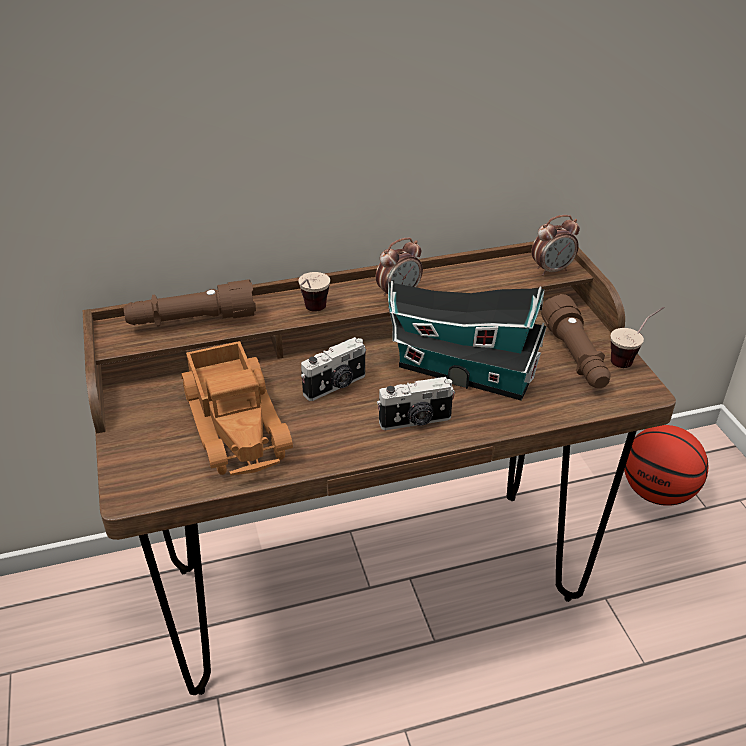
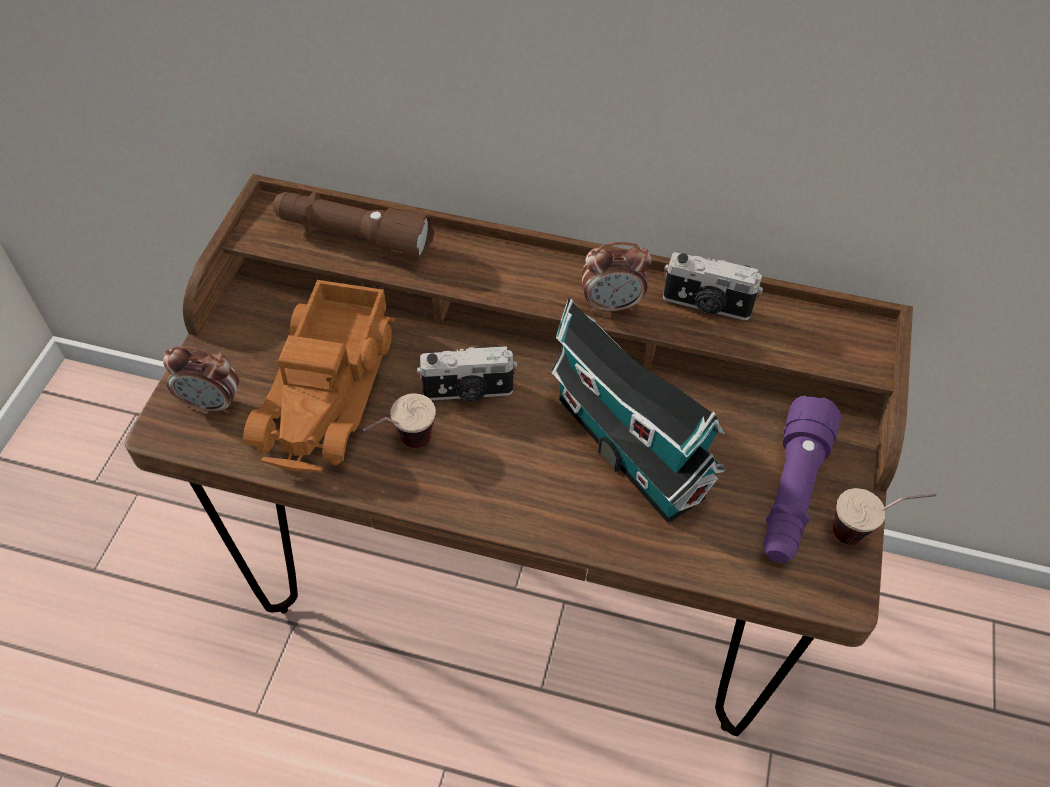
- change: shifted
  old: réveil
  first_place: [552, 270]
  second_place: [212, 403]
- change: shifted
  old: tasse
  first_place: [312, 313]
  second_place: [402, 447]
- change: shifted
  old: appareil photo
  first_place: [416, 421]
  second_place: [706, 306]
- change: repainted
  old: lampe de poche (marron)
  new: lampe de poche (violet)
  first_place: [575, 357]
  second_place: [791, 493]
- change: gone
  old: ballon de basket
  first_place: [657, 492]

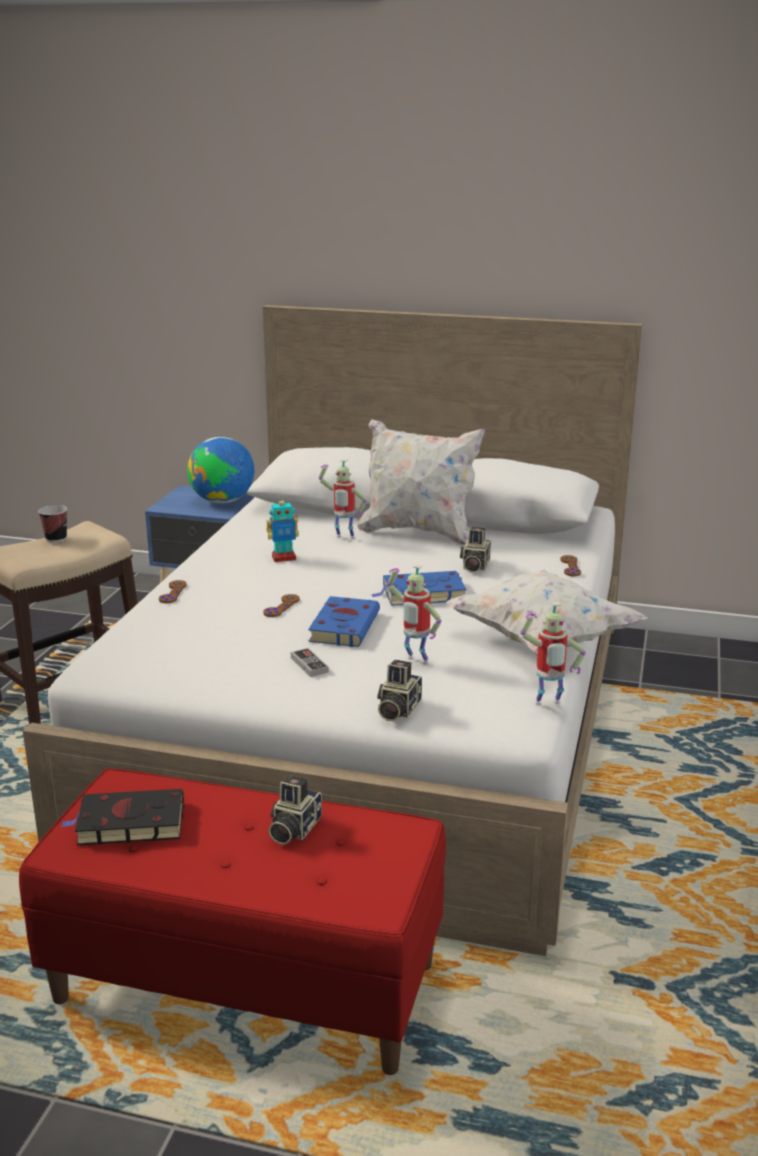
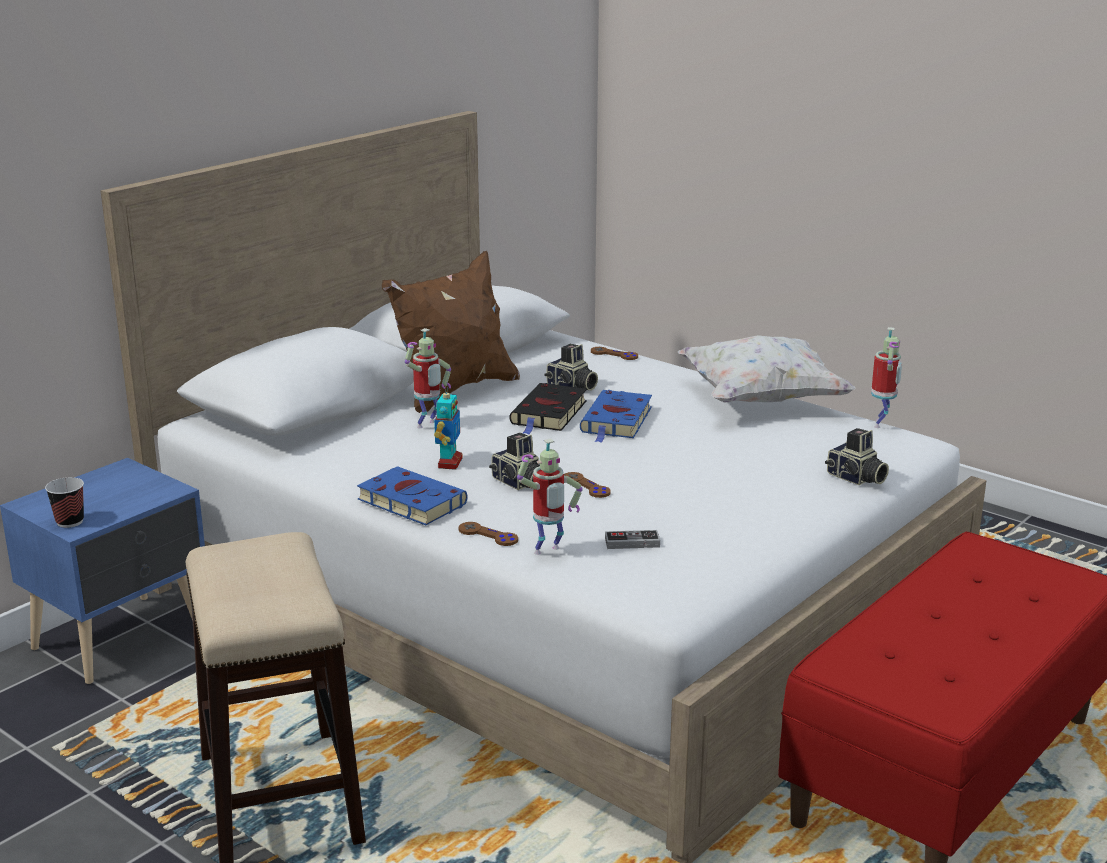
- change: shifted
  old: tasse
  first_place: [56, 539]
  second_place: [70, 522]
- change: shifted
  old: livre (bleu)
  first_place: [344, 626]
  second_place: [409, 501]
- change: repainted
  old: coussin (blanc)
  new: coussin (marron)
  first_place: [418, 532]
  second_place: [454, 391]
- change: shifted
  old: appareil photo
  first_place: [293, 829]
  second_place: [519, 483]
- change: shifted
  old: livre (noir)
  first_place: [127, 823]
  second_place: [548, 414]
- change: shifted
  old: robot jouet
  first_place: [415, 662]
  second_place: [548, 552]
- change: shifted
  old: manette
  first_place: [309, 665]
  second_place: [632, 542]
- change: gone
  old: globe
  first_place: [223, 501]

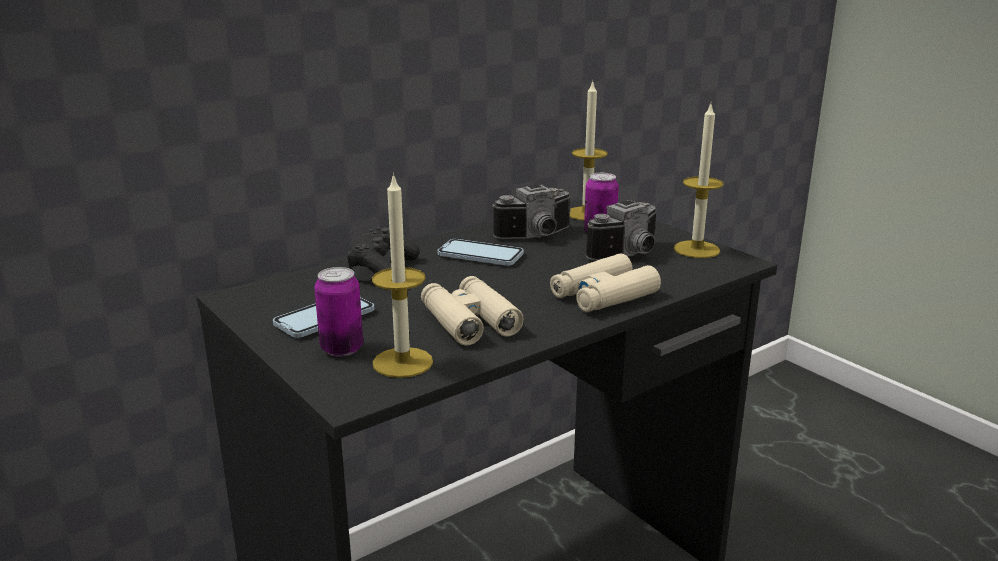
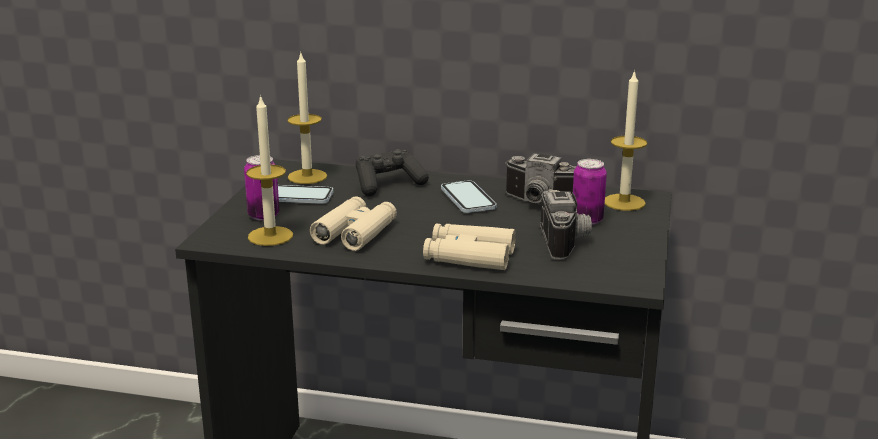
- change: shifted
  old: bougie
  first_place: [696, 249]
  second_place: [307, 176]
- change: rotated
  old: appareil photo
  first_place: [630, 255]
  second_place: [566, 242]
  degrees: -105

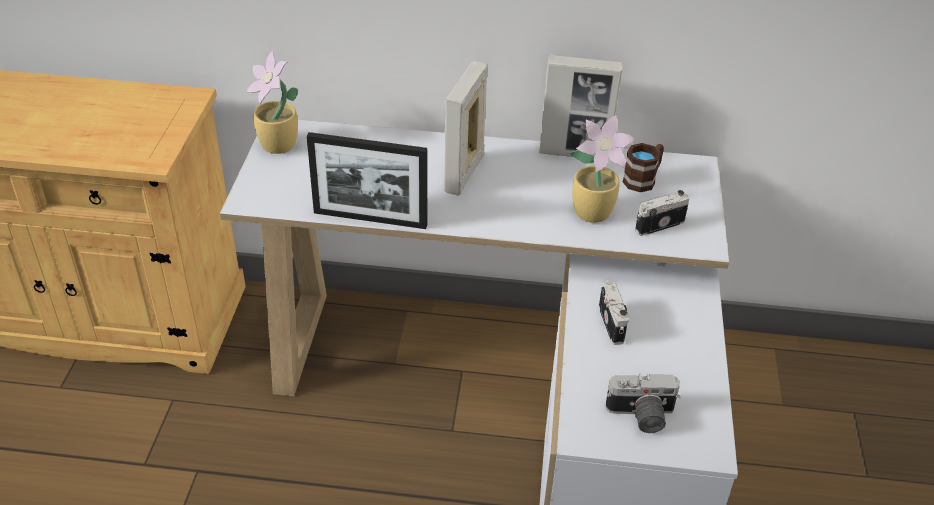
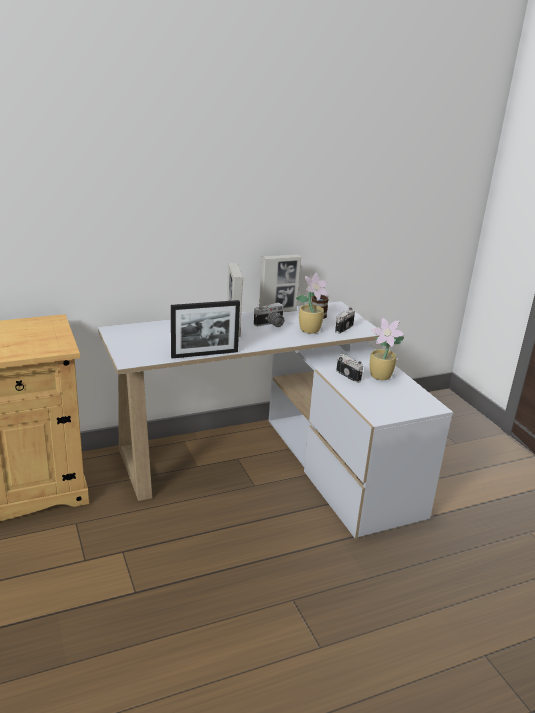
- change: shifted
  old: appareil photo
  first_place: [641, 416]
  second_place: [270, 325]
- change: shifted
  old: plante en pot
  first_place: [278, 146]
  second_place: [381, 376]

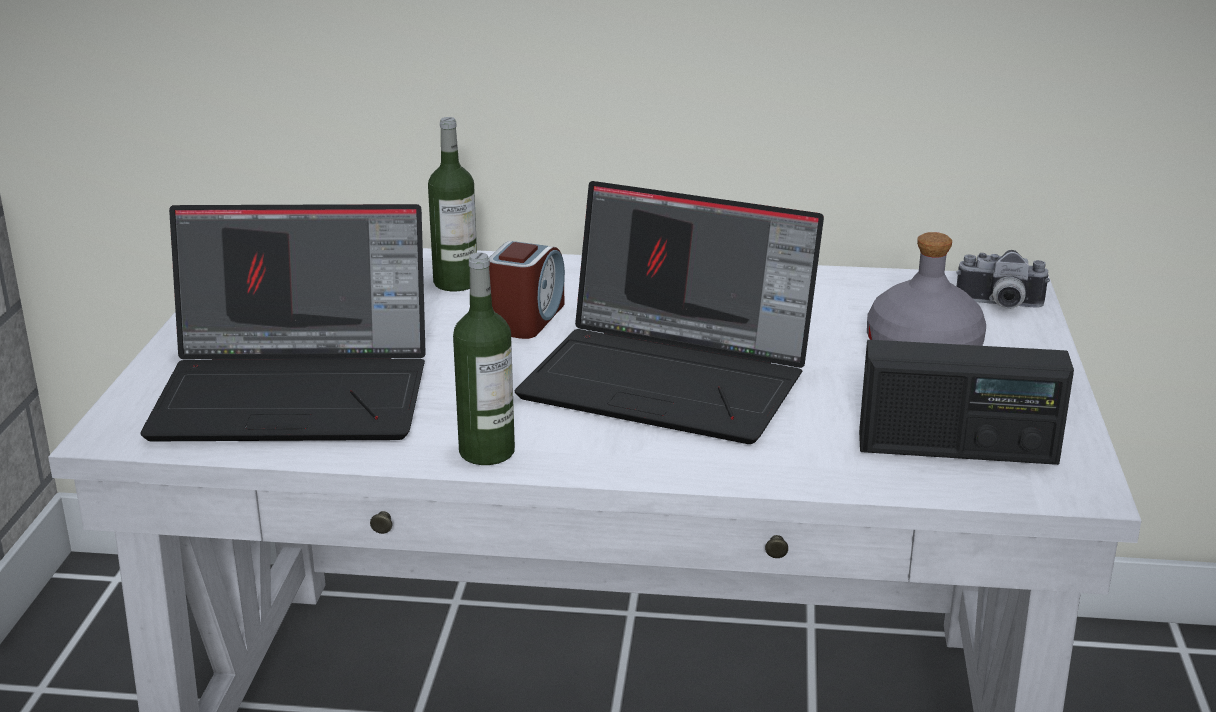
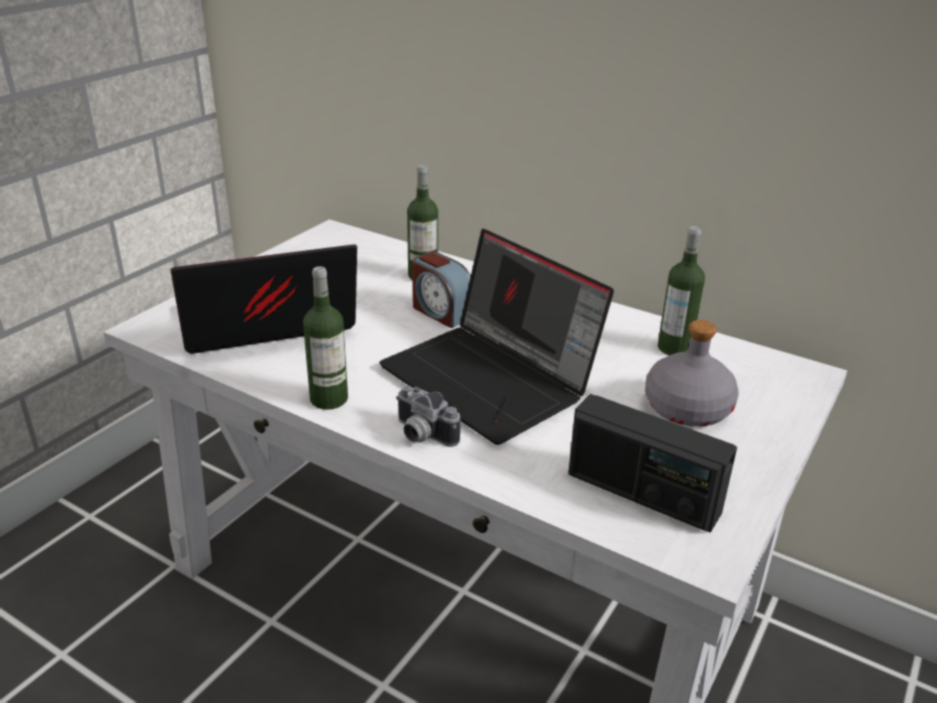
- change: rotated
  old: ordinateur portable
  first_place: [298, 392]
  second_place: [264, 327]
  degrees: 135
- change: shifted
  old: appareil photo
  first_place: [999, 305]
  second_place: [421, 435]
- change: rotated
  old: réveil
  first_place: [527, 319]
  second_place: [441, 312]
  degrees: 90
- change: new
  new: bouteille
  second_place: [674, 348]

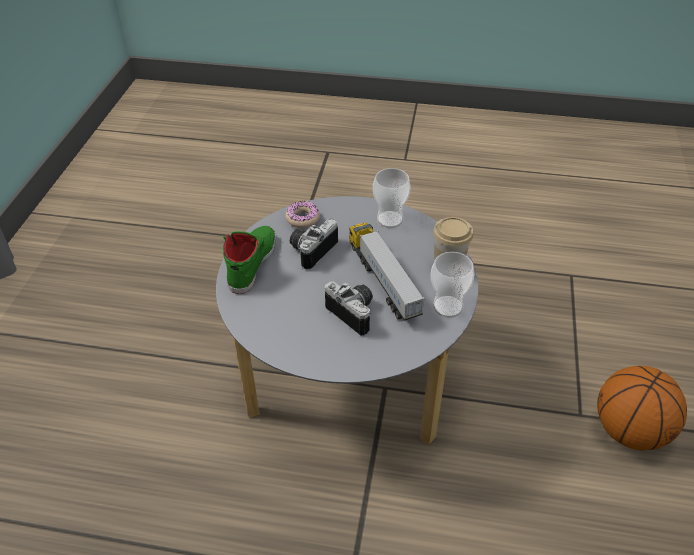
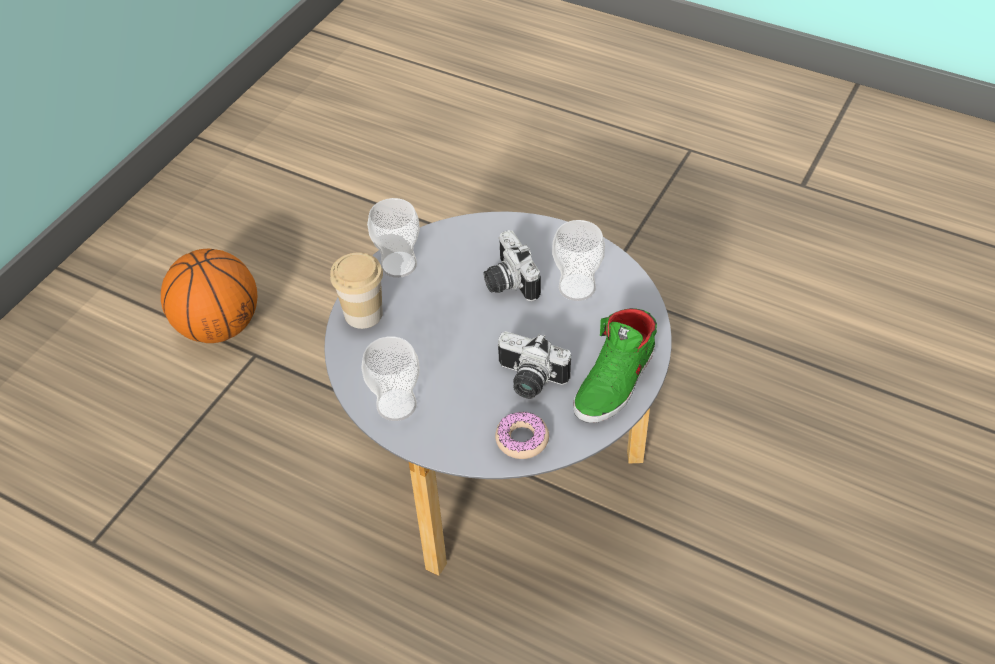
- change: rotated
  old: appareil photo
  first_place: [311, 250]
  second_place: [529, 381]
  degrees: 60
- change: new
  new: tasse
  second_place: [577, 287]
- change: gone
  old: camion jouet
  first_place: [383, 280]

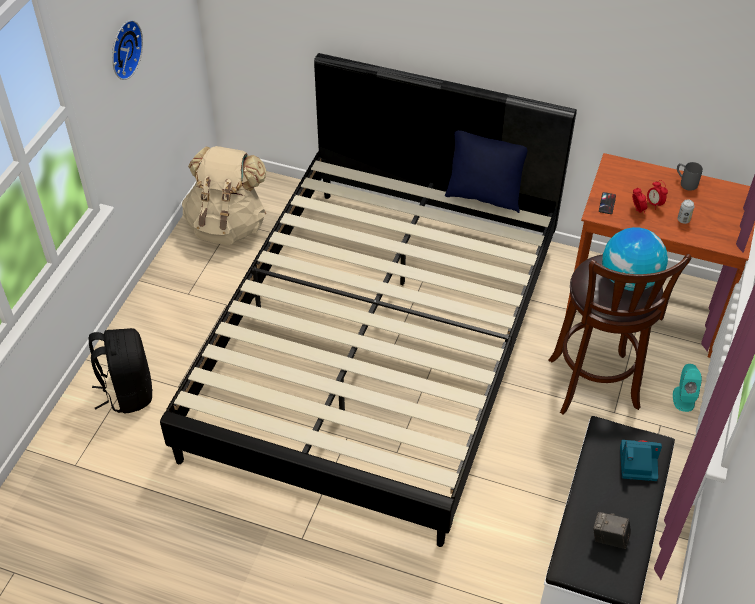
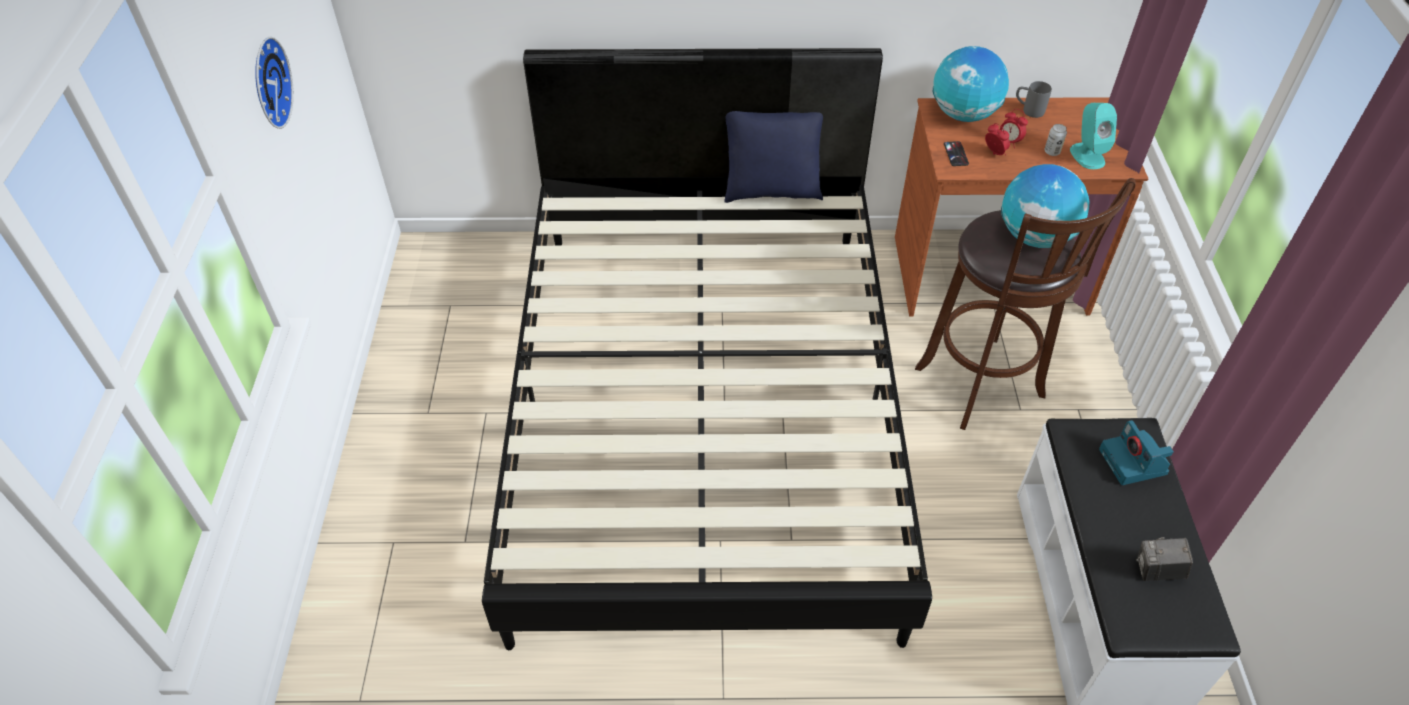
- change: new
  new: globe
  second_place: [963, 114]
- change: shifted
  old: enceinte (turquoise)
  first_place: [683, 398]
  second_place: [1087, 155]
- change: rotated
  old: appareil photo
  first_place: [637, 463]
  second_place: [1134, 462]
  degrees: -90
- change: gone
  old: sac à dos (noir)
  first_place: [128, 391]
- change: gone
  old: sac à dos (beige)
  first_place: [227, 225]

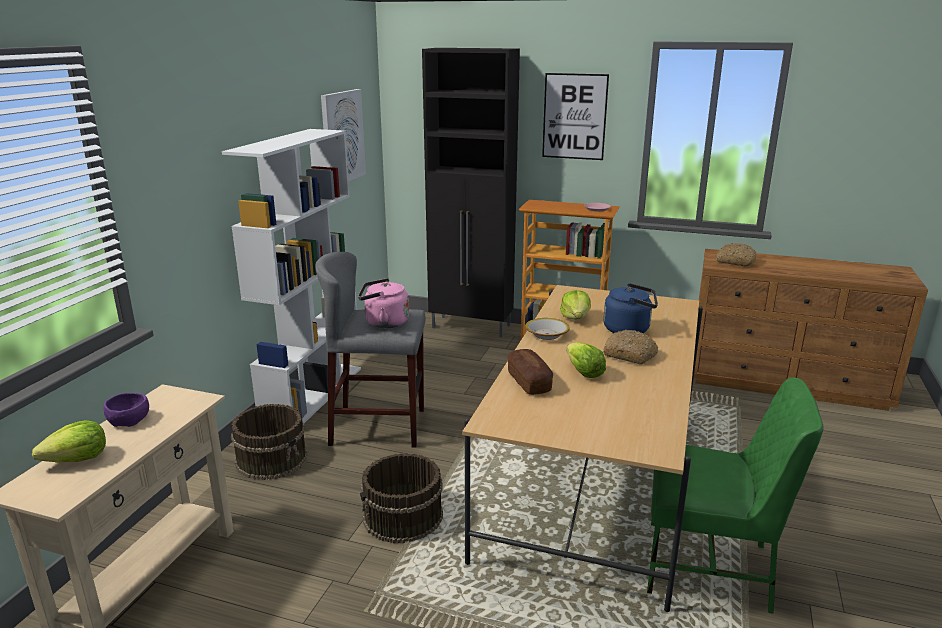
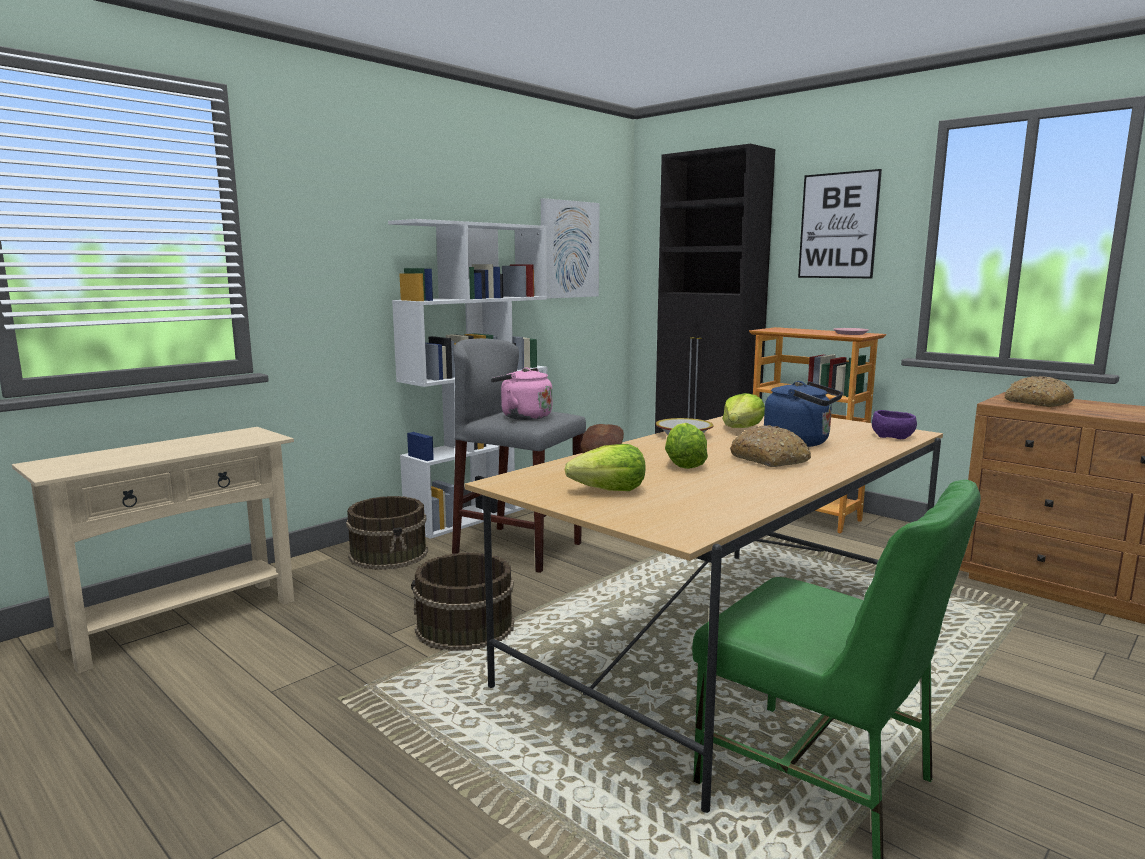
- change: shifted
  old: laitue
  first_place: [77, 459]
  second_place: [609, 490]
- change: shifted
  old: bol (violet)
  first_place: [130, 420]
  second_place: [893, 436]

